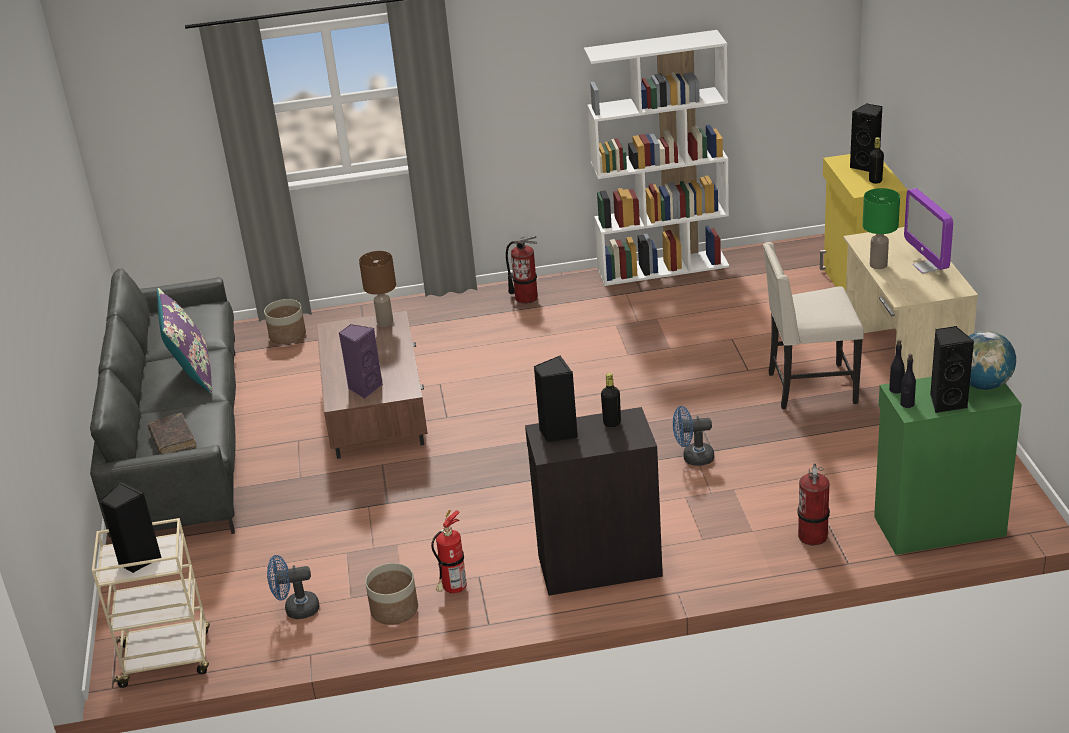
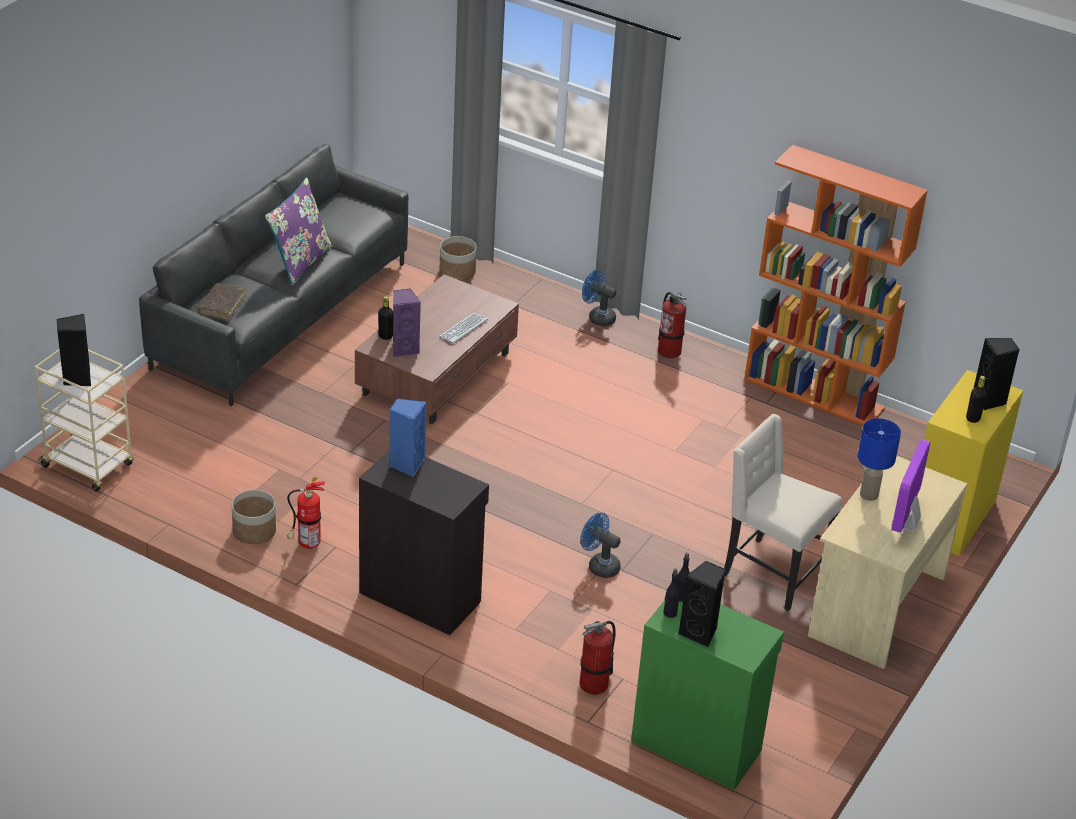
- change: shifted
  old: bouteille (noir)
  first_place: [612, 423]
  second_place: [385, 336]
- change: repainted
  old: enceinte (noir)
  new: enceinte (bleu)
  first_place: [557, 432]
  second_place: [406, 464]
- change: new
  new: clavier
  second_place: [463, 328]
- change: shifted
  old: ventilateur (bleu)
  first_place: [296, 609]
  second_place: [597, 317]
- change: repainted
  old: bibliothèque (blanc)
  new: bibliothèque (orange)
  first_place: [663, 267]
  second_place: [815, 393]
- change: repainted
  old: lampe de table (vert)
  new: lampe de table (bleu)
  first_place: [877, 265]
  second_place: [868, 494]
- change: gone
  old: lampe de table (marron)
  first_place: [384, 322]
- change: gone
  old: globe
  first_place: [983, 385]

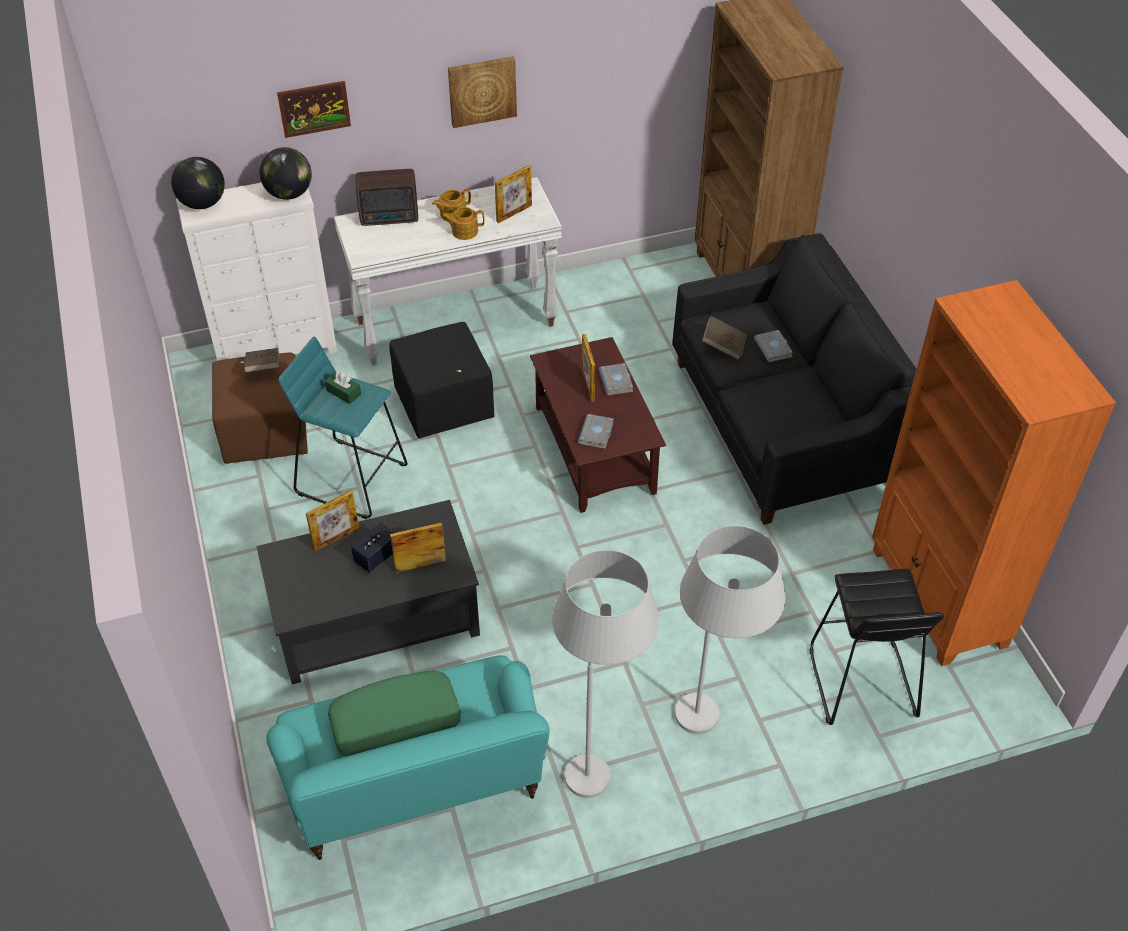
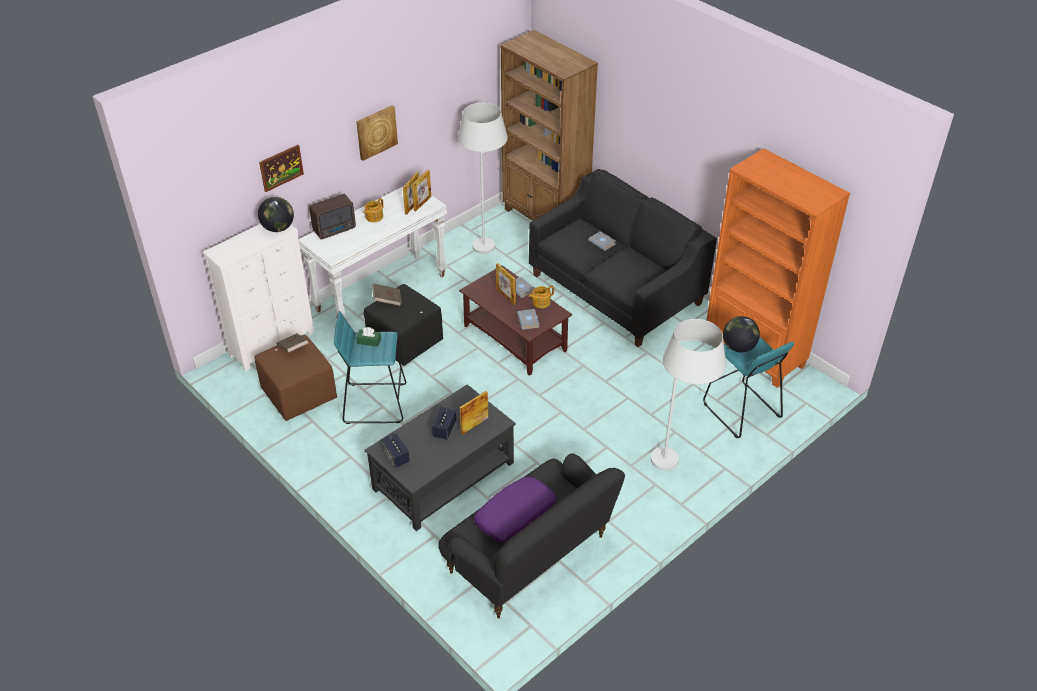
- change: shifted
  old: livre (marron)
  first_place: [723, 345]
  second_place: [387, 300]
- change: new
  new: enceinte
  second_place: [396, 457]
- change: shifted
  old: cadre photo
  first_place: [336, 538]
  second_place: [422, 203]
- change: repainted
  old: canapé (turquoise)
  new: canapé (noir)
  first_place: [416, 785]
  second_place: [530, 556]
- change: shifted
  old: lampadaire (blanc)
  first_place: [600, 757]
  second_place: [485, 238]
- change: repainted
  old: coussin (vert)
  new: coussin (violet)
  first_place: [395, 722]
  second_place: [515, 515]
- change: shifted
  old: théière
  first_place: [464, 231]
  second_place: [540, 302]
- change: repainted
  old: tabouret (noir)
  new: tabouret (turquoise)
  first_place: [861, 683]
  second_place: [741, 411]
- change: shifted
  old: globe
  first_place: [203, 203]
  second_place: [738, 347]

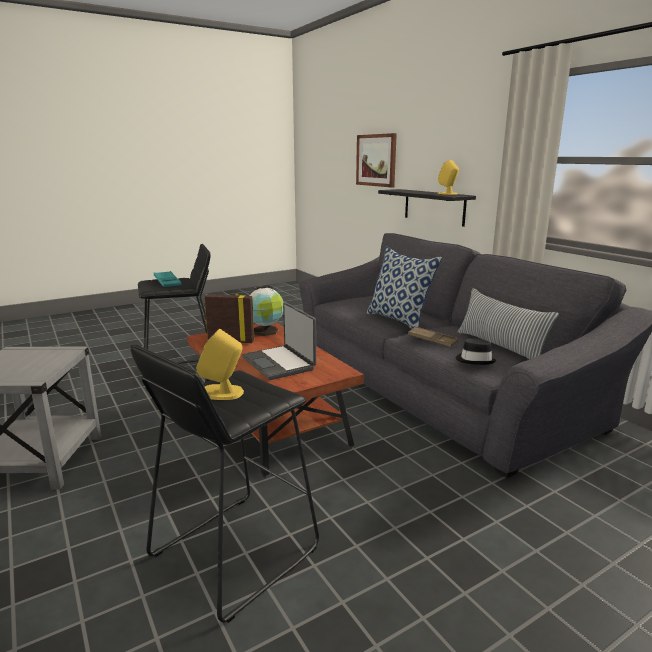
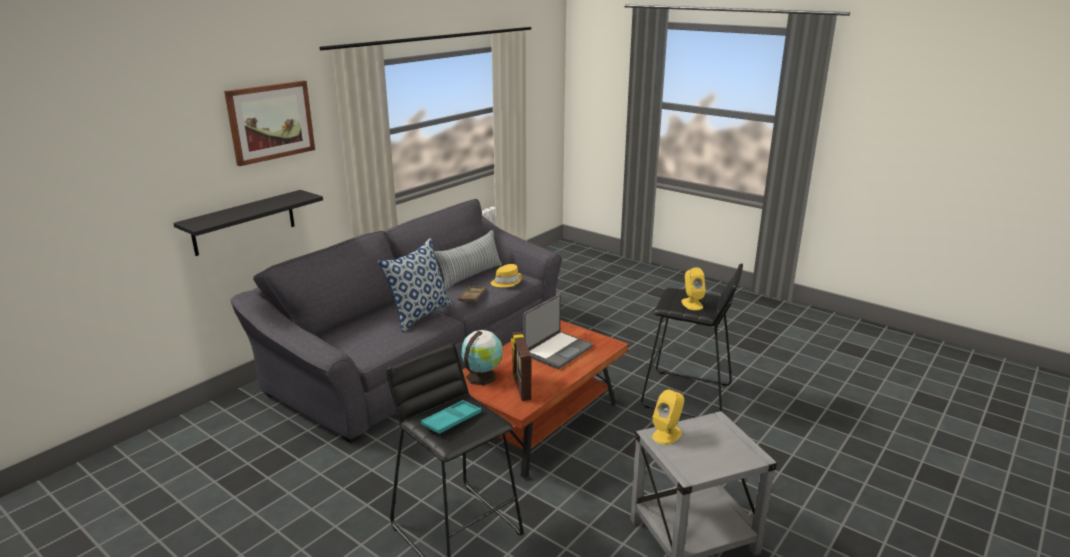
- change: shifted
  old: tableau
  first_place: [376, 160]
  second_place: [271, 121]
- change: repainted
  old: chapeau (noir)
  new: chapeau (jaune)
  first_place: [475, 360]
  second_place: [506, 281]
- change: shifted
  old: enceinte (jaune)
  first_place: [447, 193]
  second_place: [667, 434]

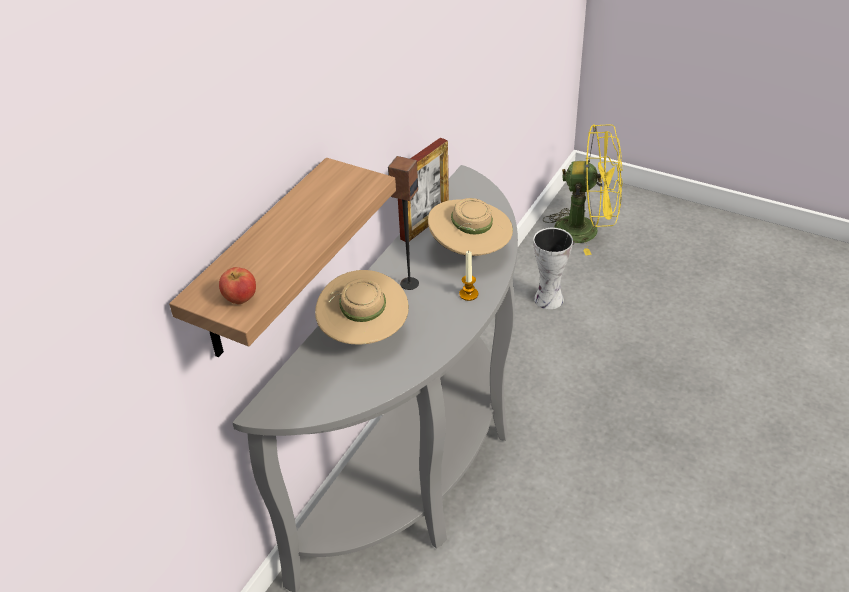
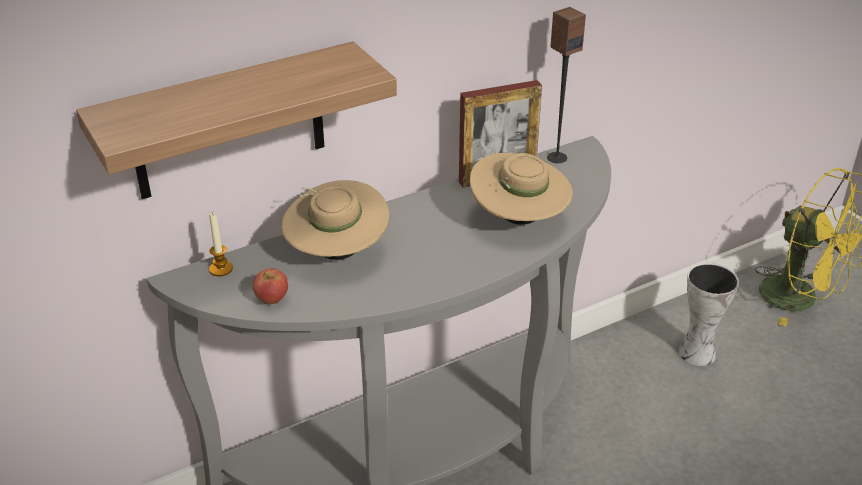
- change: shifted
  old: bougie
  first_place: [468, 294]
  second_place: [221, 269]
- change: shifted
  old: pomme
  first_place: [240, 298]
  second_place: [272, 299]
- change: shifted
  old: enceinte
  first_place: [409, 283]
  second_place: [556, 157]

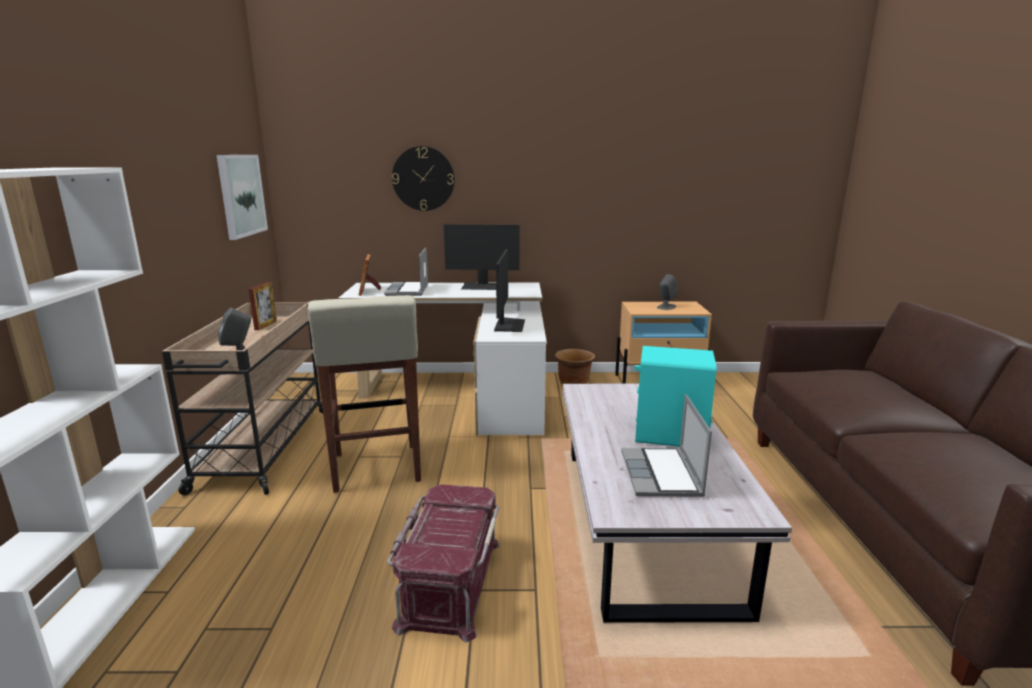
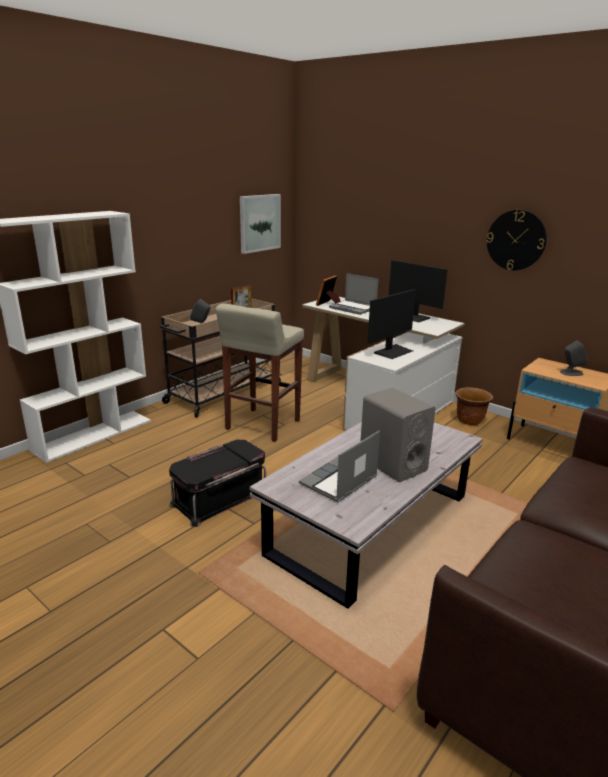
- change: repainted
  old: boîte de rangement (rouge)
  new: boîte de rangement (noir)
  first_place: [448, 582]
  second_place: [219, 497]
- change: rotated
  old: ordinateur portable
  first_place: [408, 290]
  second_place: [353, 308]
  degrees: -90
- change: repainted
  old: enceinte (turquoise)
  new: enceinte (gris)
  first_place: [669, 435]
  second_place: [392, 464]
- change: shifted
  old: horloge murale
  first_place: [423, 178]
  second_place: [516, 240]

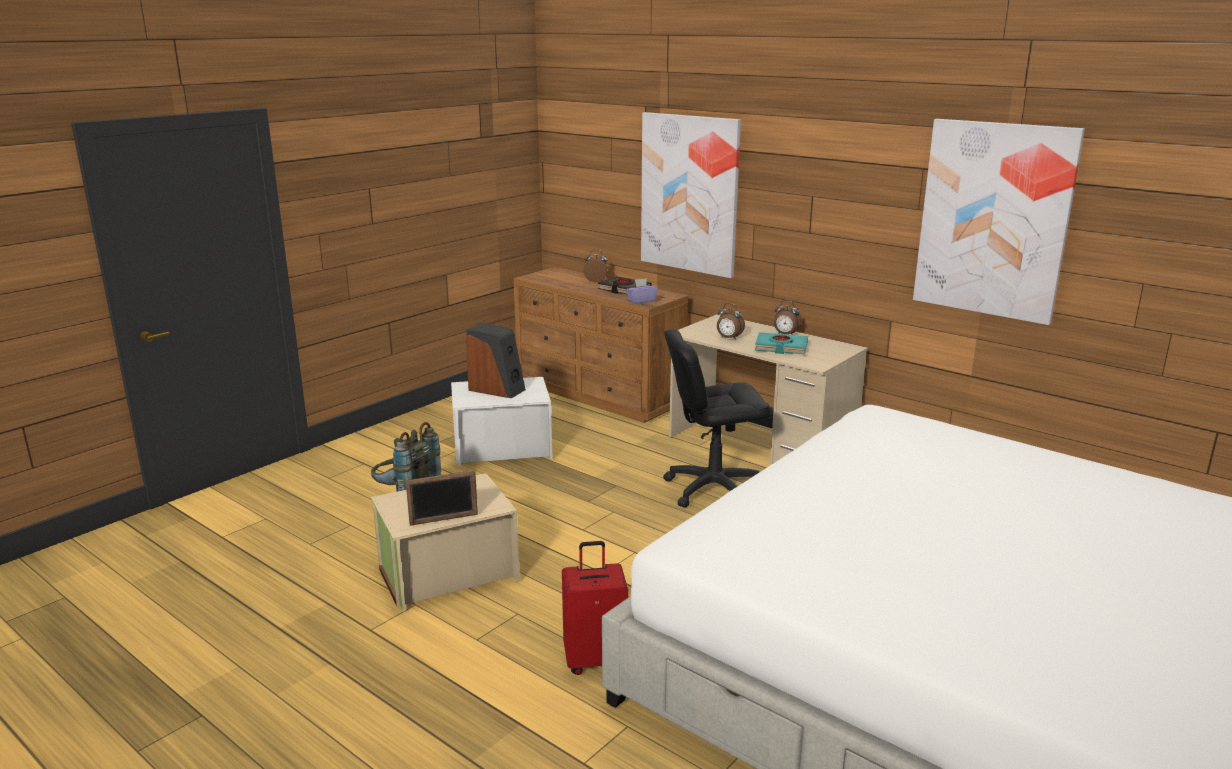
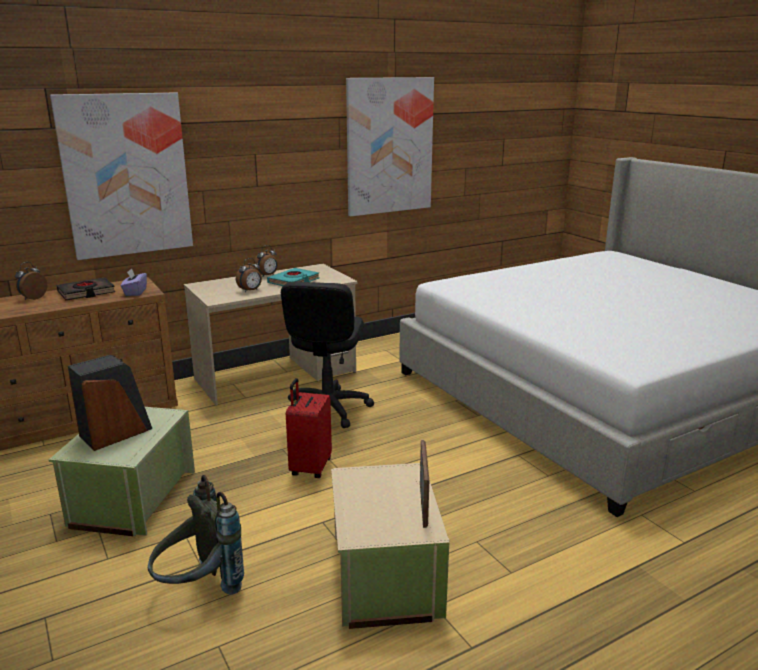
- change: repainted
  old: boîte de rangement (blanc)
  new: boîte de rangement (vert)
  first_place: [502, 448]
  second_place: [131, 498]
- change: shifted
  old: valise (rouge)
  first_place: [596, 660]
  second_place: [309, 468]

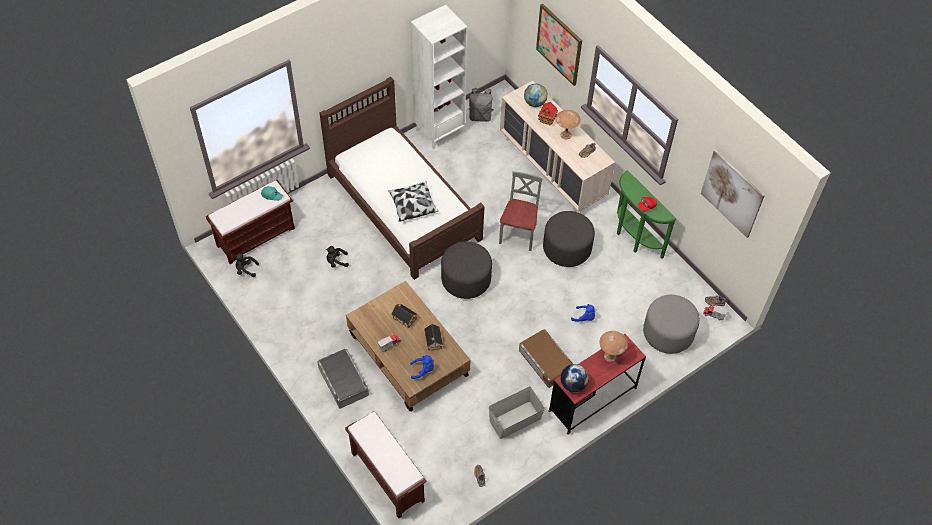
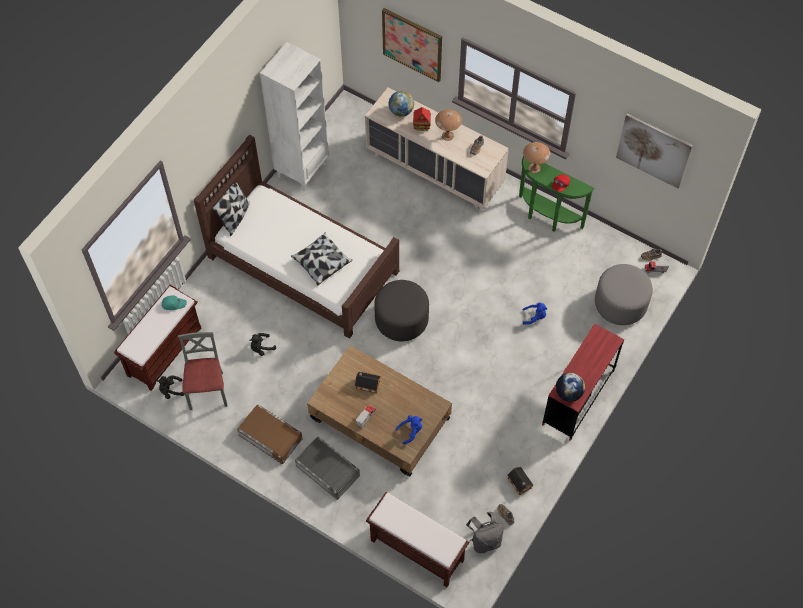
- change: shifted
  old: chaise (gris)
  first_place: [519, 234]
  second_place: [208, 391]
- change: new
  new: coussin
  second_place: [235, 217]
- change: shifted
  old: boîte de rangement (marron)
  first_place: [546, 361]
  second_place: [270, 436]
- change: shifted
  old: sac à dos (gris)
  first_place: [480, 116]
  second_place: [485, 540]
- change: shifted
  old: maison miniature
  first_place: [433, 342]
  second_place: [519, 484]
- change: shifted
  old: lampe de table (marron)
  first_place: [610, 356]
  second_place: [534, 168]
- change: gone
  old: boîte de rangement (gris)
  first_place: [515, 420]
- change: gone
  old: pouf (gris)
  first_place: [567, 248]

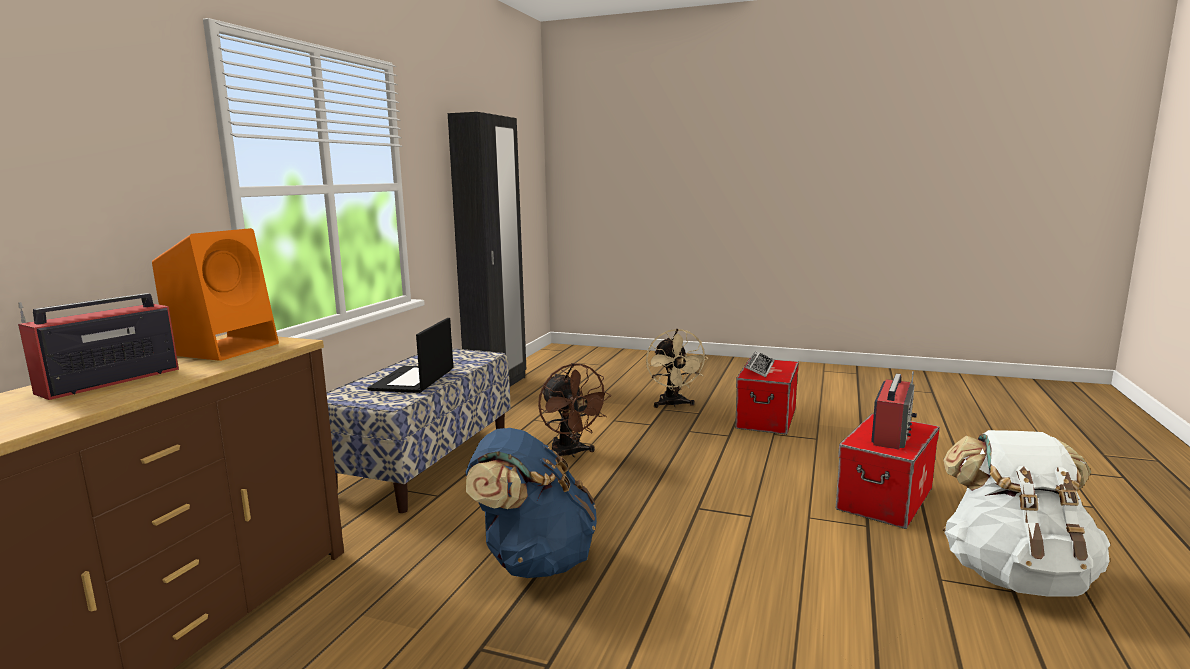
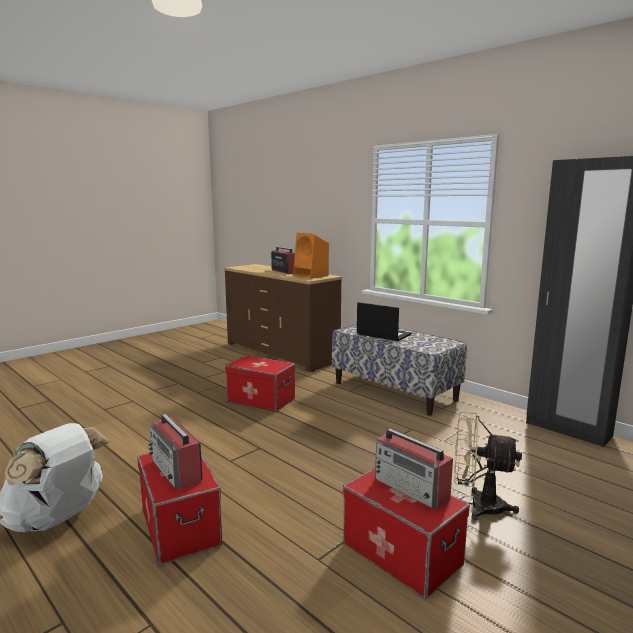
- change: swapped
  old: sac à dos (bleu)
  new: boîte de rangement
  first_place: [533, 561]
  second_place: [261, 400]
- change: swapped
  old: clavier
  new: radio
  first_place: [759, 368]
  second_place: [412, 489]
- change: gone
  old: ventilateur (marron)
  first_place: [570, 454]

